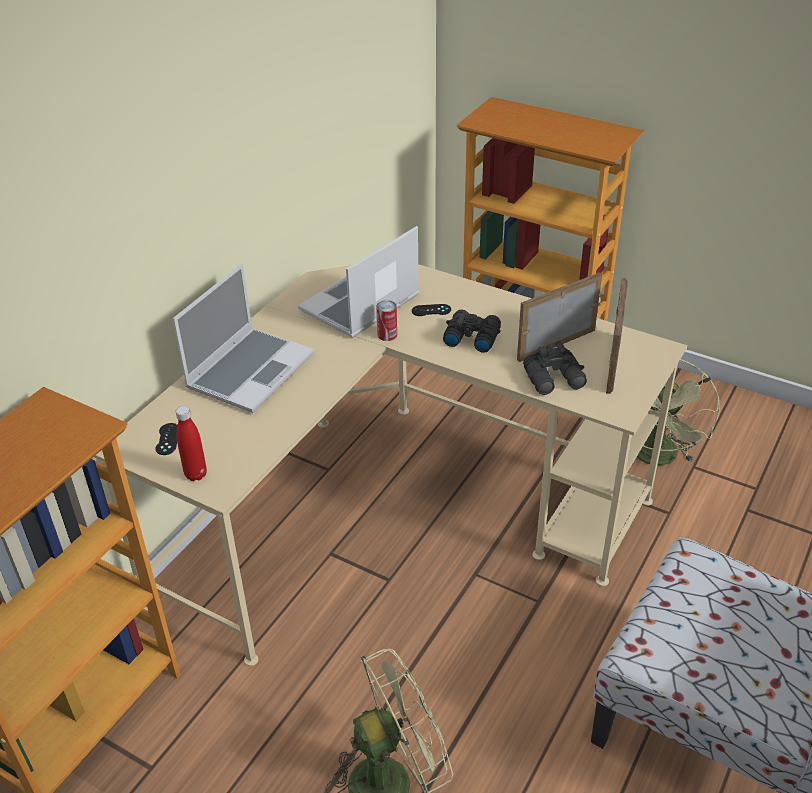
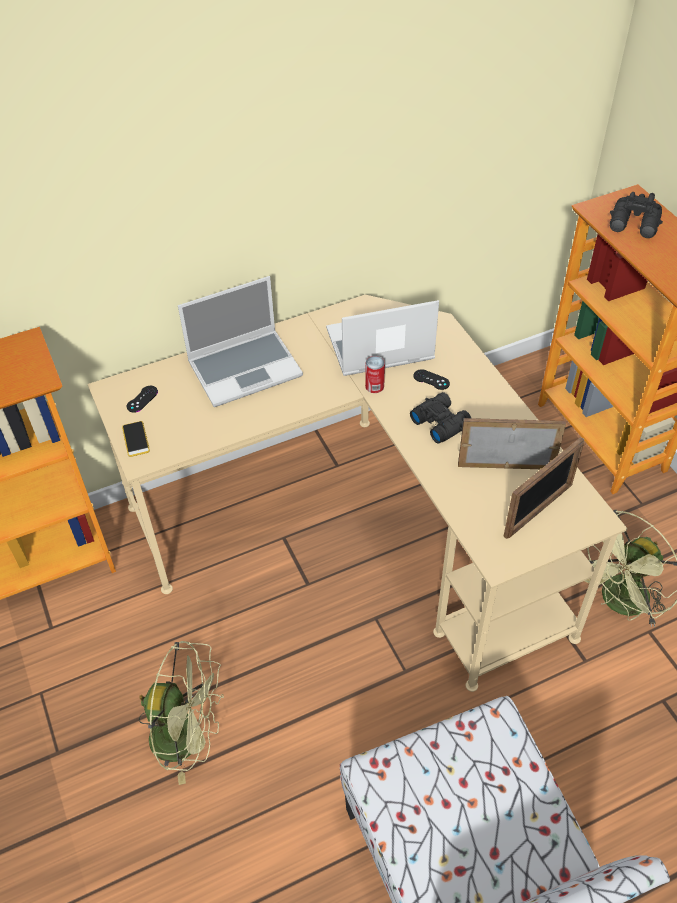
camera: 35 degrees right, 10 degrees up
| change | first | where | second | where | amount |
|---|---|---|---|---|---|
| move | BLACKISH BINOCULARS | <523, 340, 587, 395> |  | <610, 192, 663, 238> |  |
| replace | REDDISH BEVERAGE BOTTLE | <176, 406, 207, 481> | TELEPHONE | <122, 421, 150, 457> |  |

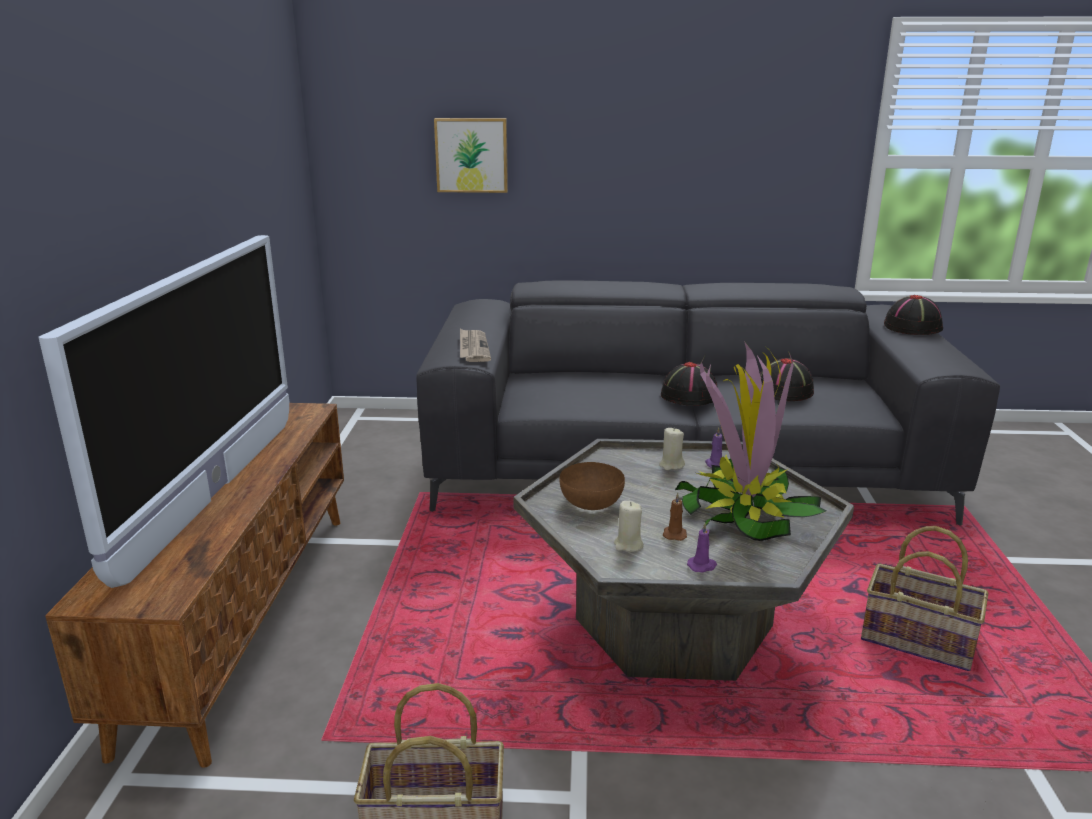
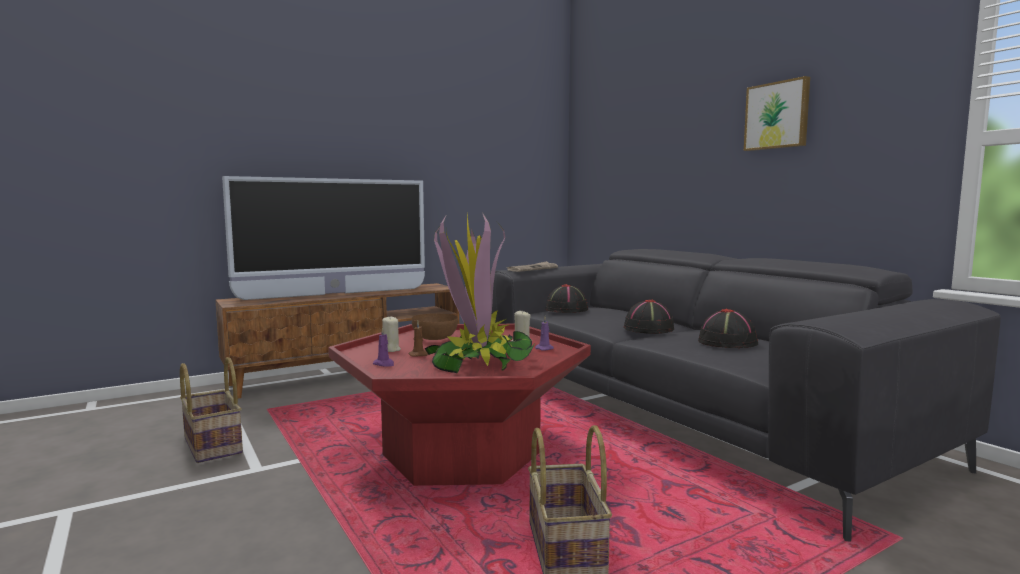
camera: 55 degrees right, 15 degrees down
| change | first | where | second | where | amount |
|---|---|---|---|---|---|
| move | PICTURE | <434, 118, 508, 193> |  | <744, 76, 810, 151> |  |
| move | BLACKISH CLOTHING HAT | <884, 295, 943, 335> |  | <545, 284, 588, 313> |  |
| recolor | GRAY LOW TABLE | <513, 439, 854, 681> | REDDISH LOW TABLE | <328, 324, 591, 486> |  |

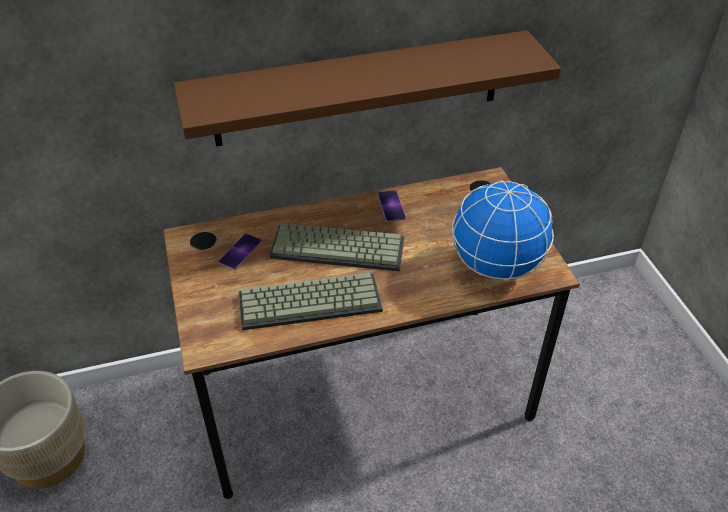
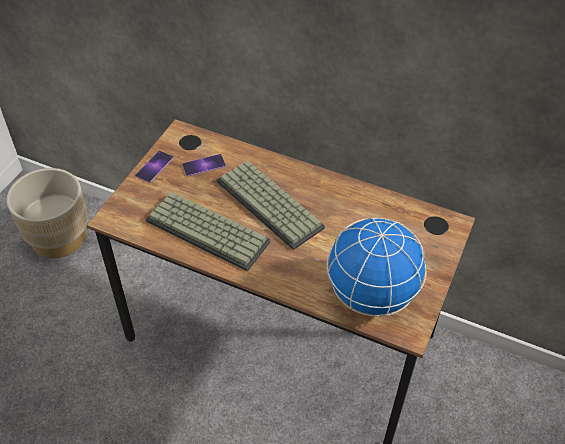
camera: 40 degrees right, 5 degrees up
| change | first | where | second | where | amount |
|---|---|---|---|---|---|
| delete | BROWN BRACKET SHELF | <174, 30, 561, 146> |  |  |  |
| move | TELEPHONE | <377, 190, 406, 222> |  | <135, 151, 173, 183> |  |

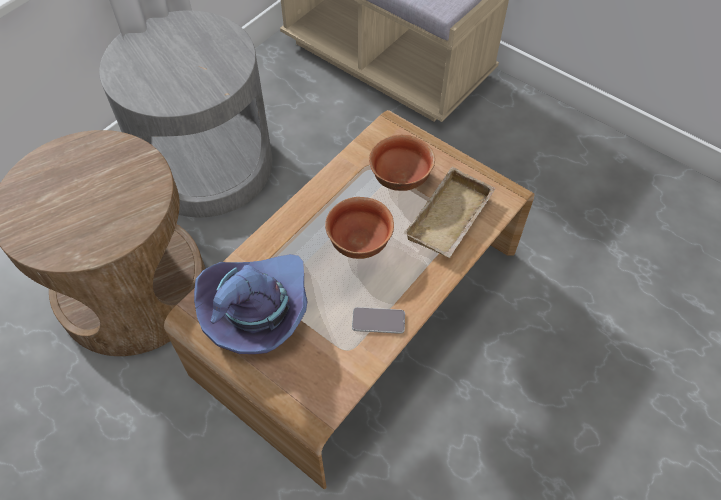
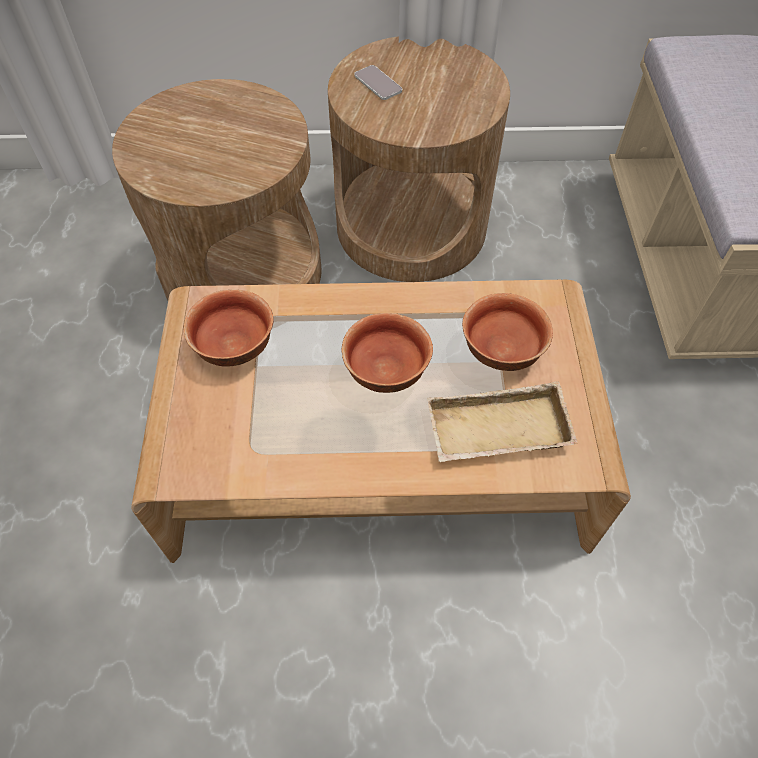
camera: 50 degrees right, 0 degrees up
| change | first | where | second | where | amount |
|---|---|---|---|---|---|
| move | TELEPHONE | <352, 307, 405, 334> |  | <354, 65, 402, 100> |  |
| replace | PURPLE CLOTHING HAT | <194, 254, 307, 354> | BOWL | <183, 289, 274, 367> |  |
| recolor | GRAY ACCENT TABLE | <99, 10, 273, 217> | BROWN ACCENT TABLE | <328, 36, 510, 282> |  |

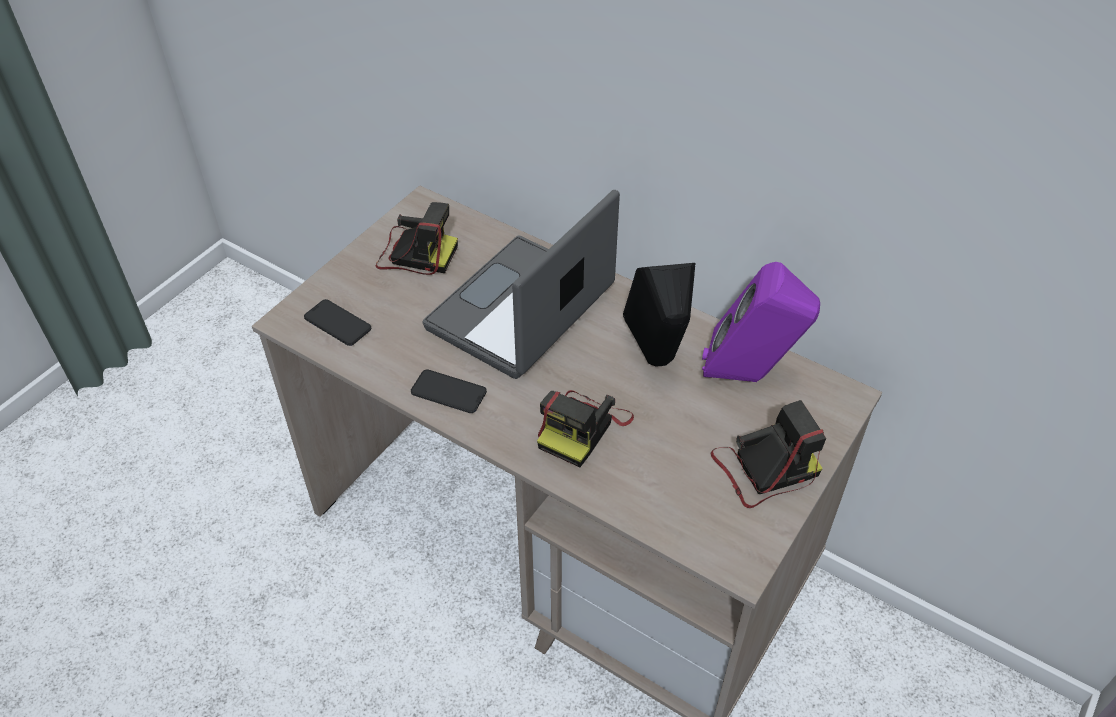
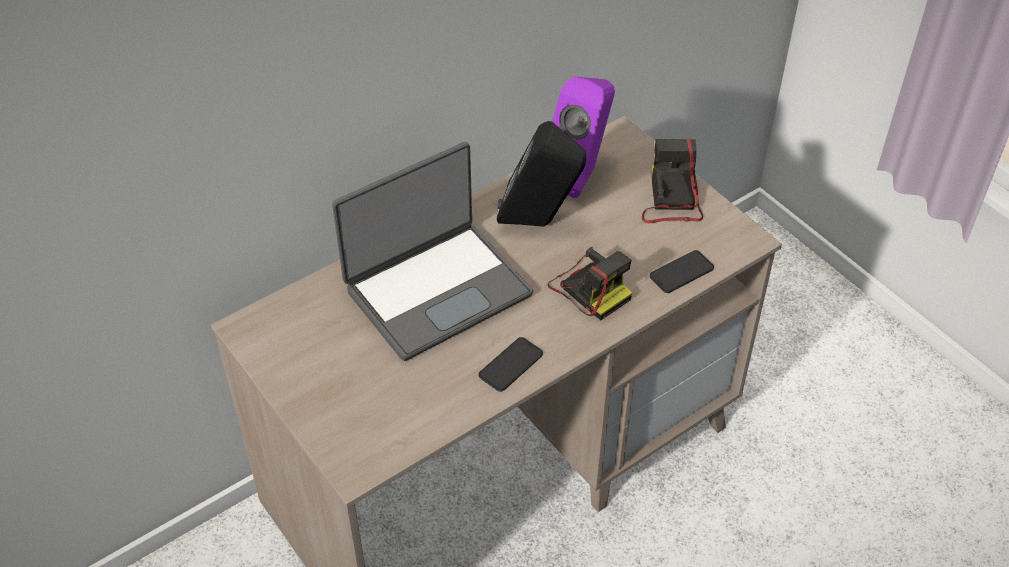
camera: 70 degrees left, 0 degrees up
| change | first | where | second | where | amount |
|---|---|---|---|---|---|
| delete | STILL CAMERA | <376, 202, 458, 275> |  |  |  |
| move | TELEPHONE | <304, 299, 371, 346> |  | <649, 250, 714, 293> |  |
| rotate | LAPTOP | <423, 190, 620, 379> |  | <332, 142, 533, 361> | 90 degrees counterclockwise |

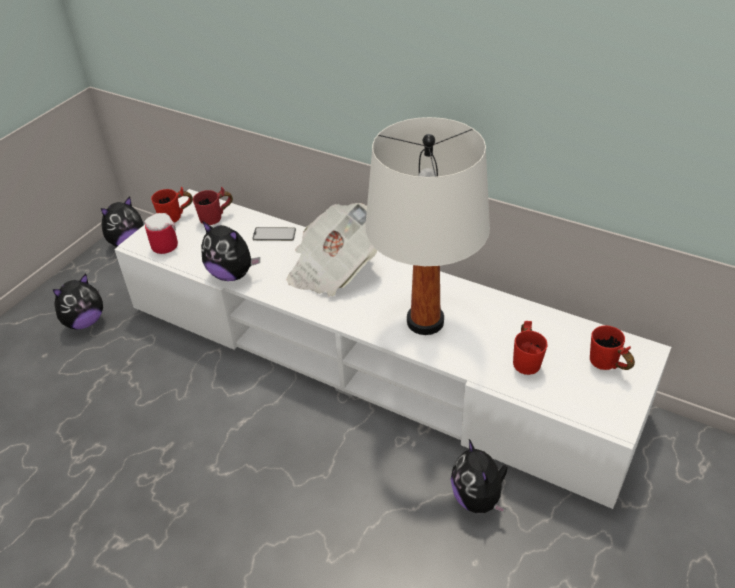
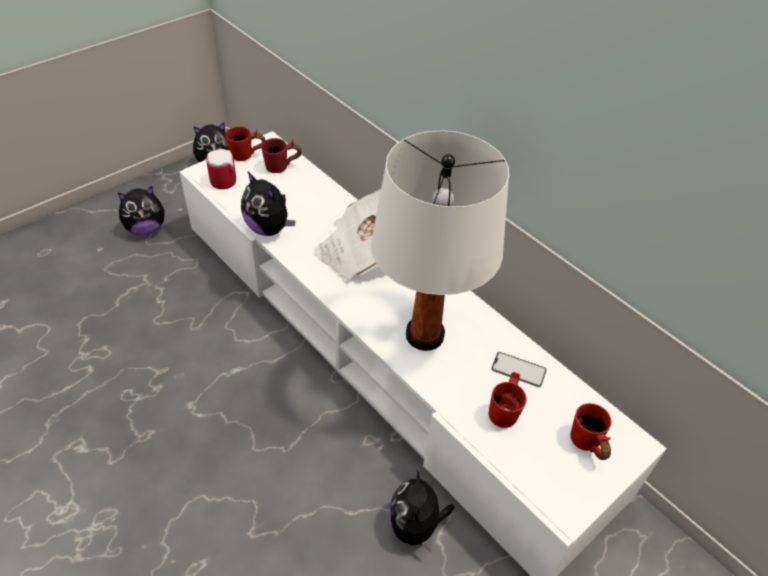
camera: 15 degrees right, 5 degrees up
| change | first | where | second | where | amount |
|---|---|---|---|---|---|
| move | TELEPHONE | <252, 227, 296, 241> |  | <491, 352, 547, 387> |  |

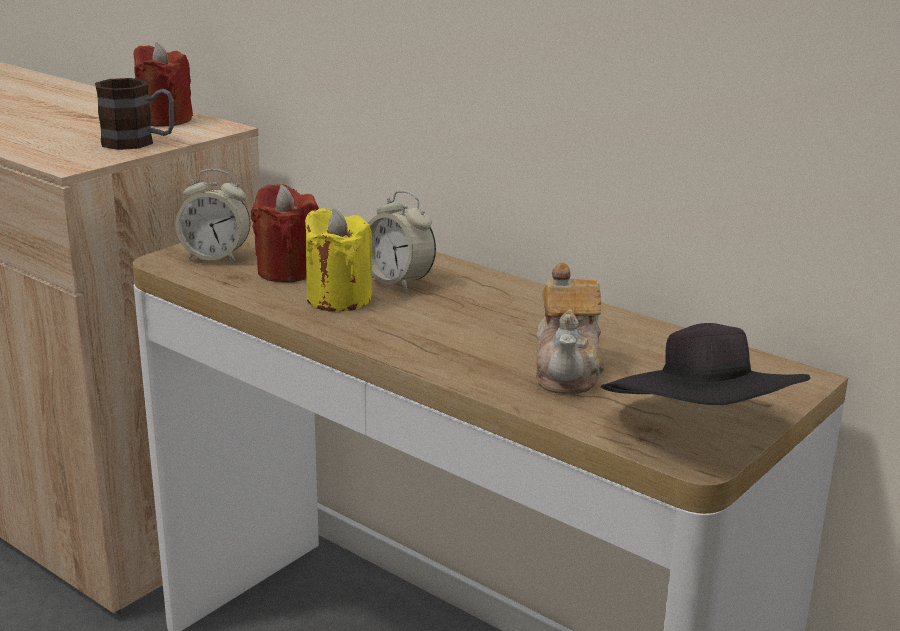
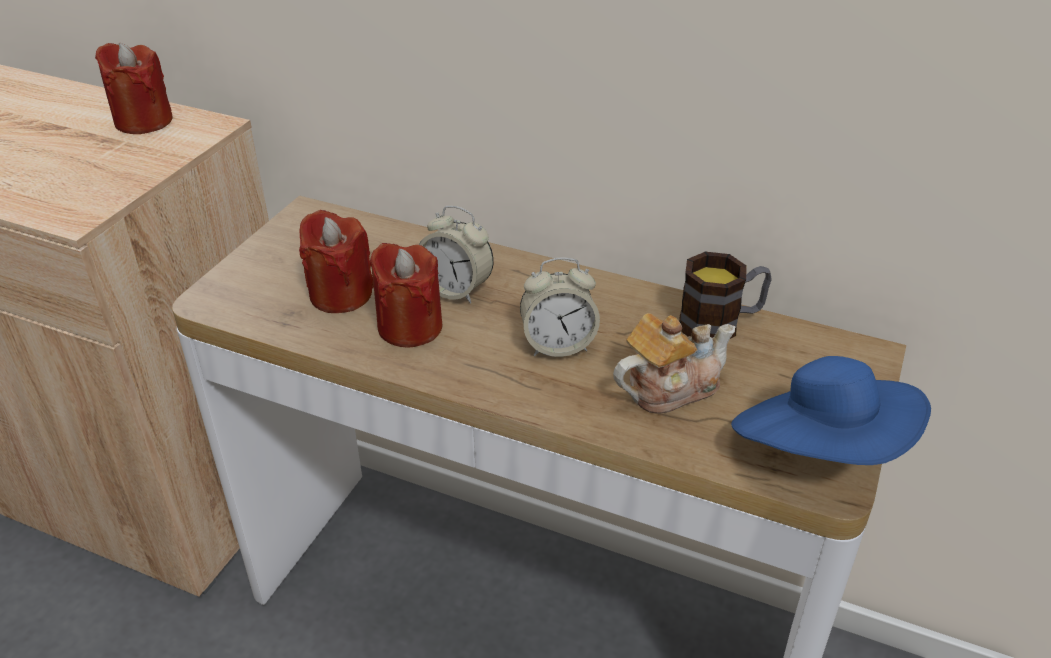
camera: 15 degrees left, 15 degrees up
| change | first | where | second | where | amount |
|---|---|---|---|---|---|
| move | COFFEE MUG | <95, 78, 174, 150> |  | <679, 252, 772, 339> |  |
| move | TABLE CLOCK | <175, 169, 251, 262> |  | <520, 257, 600, 357> |  |
| recolor | YELLOW-COLOURED WAX CANDLE | <305, 208, 373, 312> | REDDISH WAX CANDLE | <369, 243, 442, 348> |  |
| recolor | BLACKISH CLOTHING HAT | <601, 323, 810, 405> | BLUE-COLOURED CLOTHING HAT | <731, 356, 931, 465> |  |
| rotate | TEAPOT | <536, 263, 604, 394> |  | <613, 313, 736, 414> | 105 degrees counterclockwise |

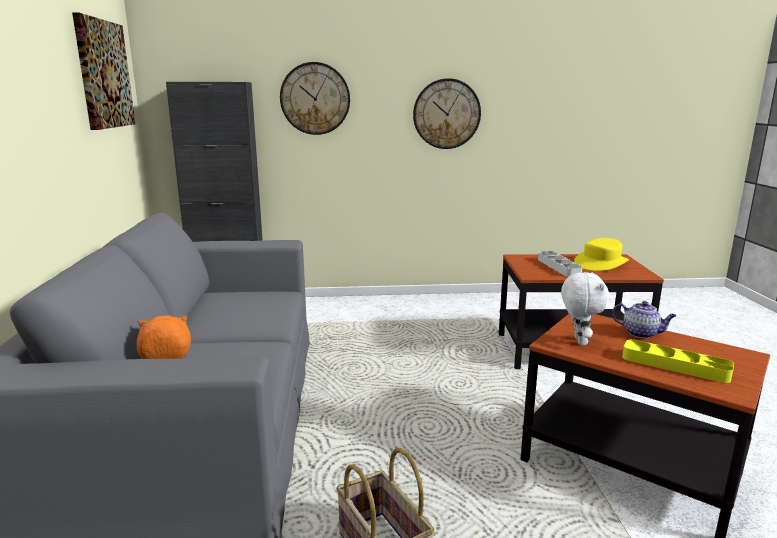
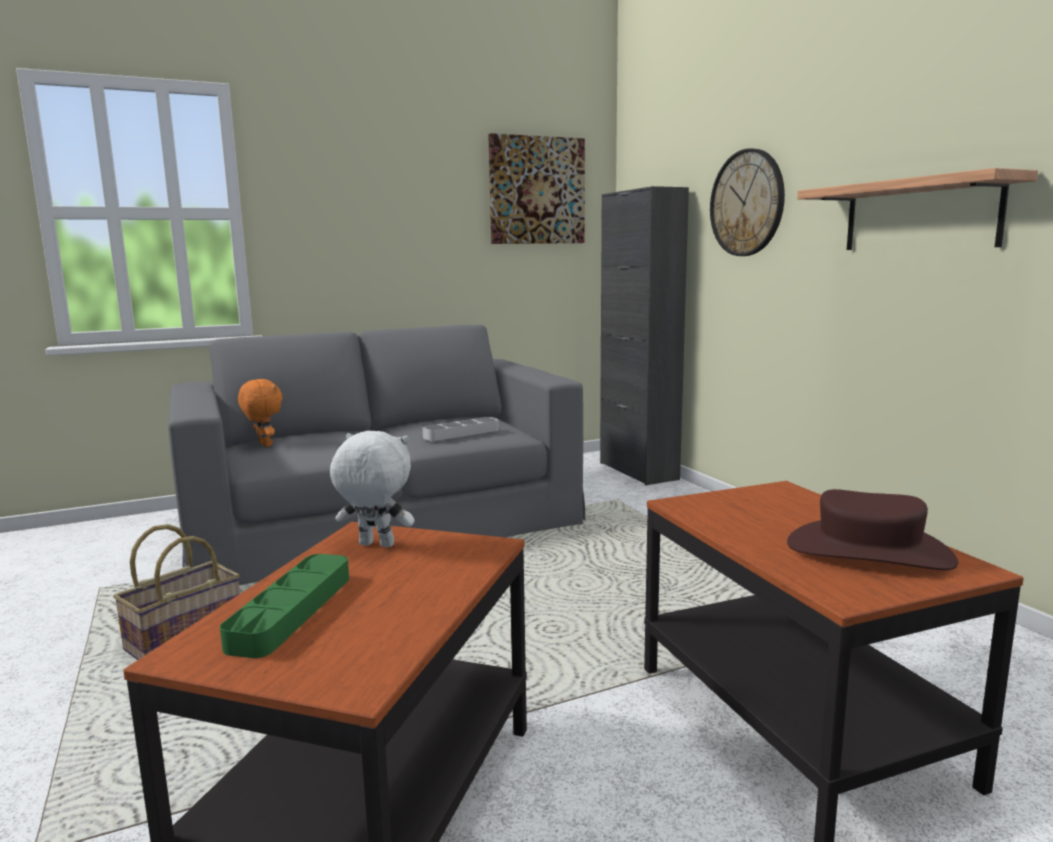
camera: 70 degrees right, 5 degrees down
| change | first | where | second | where | amount |
|---|---|---|---|---|---|
| delete | TEAPOT | <612, 301, 676, 338> |  |  |  |
| move | GRAY SERVING TRAY | <538, 251, 583, 277> |  | <423, 417, 499, 441> |  |
| replace | CLOCK ON THE WALL | <413, 78, 481, 149> | BRACKET SHELF | <797, 168, 1038, 250> |  |
| recolor | YELLOW-COLOURED CLOTHING HAT | <574, 238, 629, 271> | BROWN CLOTHING HAT | <787, 489, 958, 570> |  |
| recolor | YELLOW-COLOURED SERVING TRAY | <622, 339, 734, 383> | GREENISH SERVING TRAY | <220, 554, 349, 658> |  |
| rotate | WHITE-COLOURED SOFT TOY | <561, 272, 609, 346> |  | <330, 431, 415, 547> | 150 degrees counterclockwise |

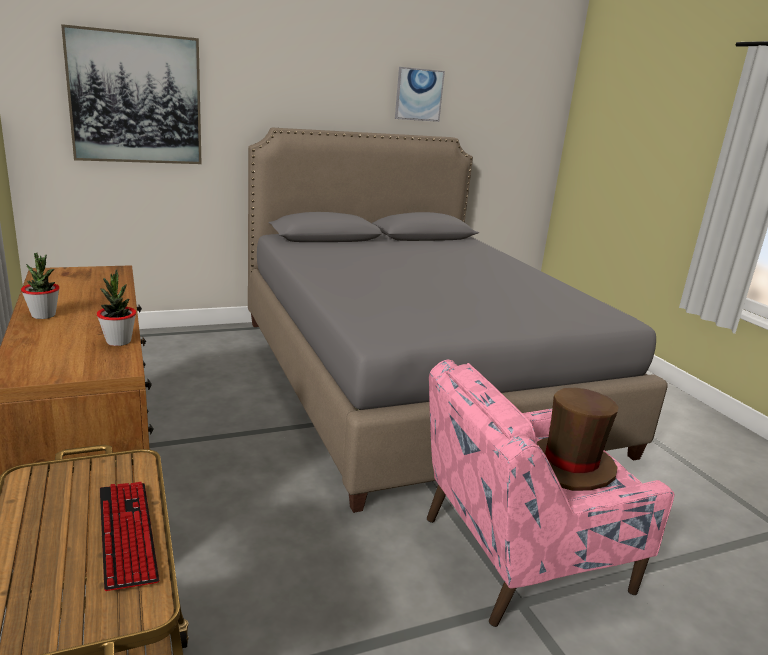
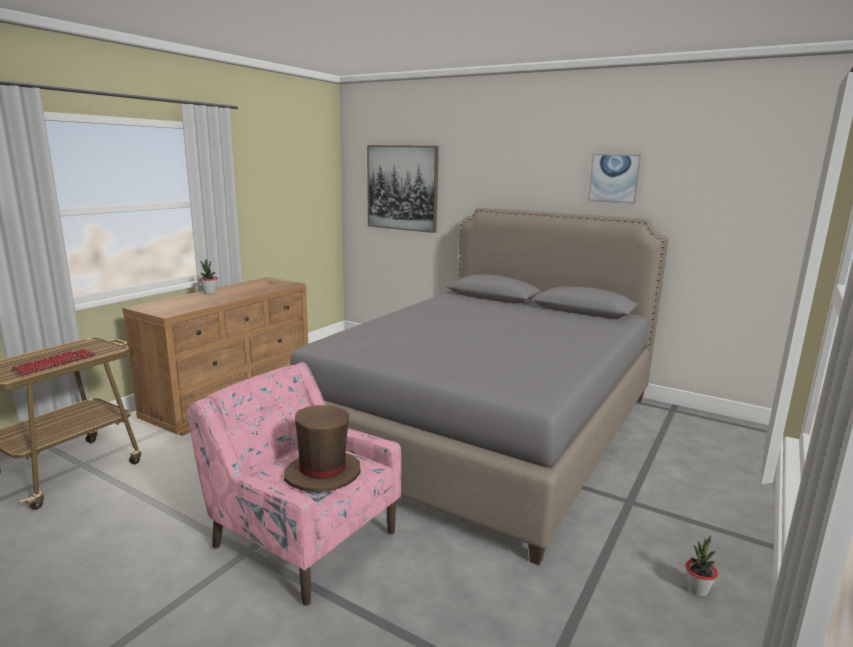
camera: 55 degrees right, 5 degrees down
| change | first | where | second | where | amount |
|---|---|---|---|---|---|
| move | HOUSEPLANT | <97, 270, 136, 346> |  | <686, 535, 718, 596> |  |

